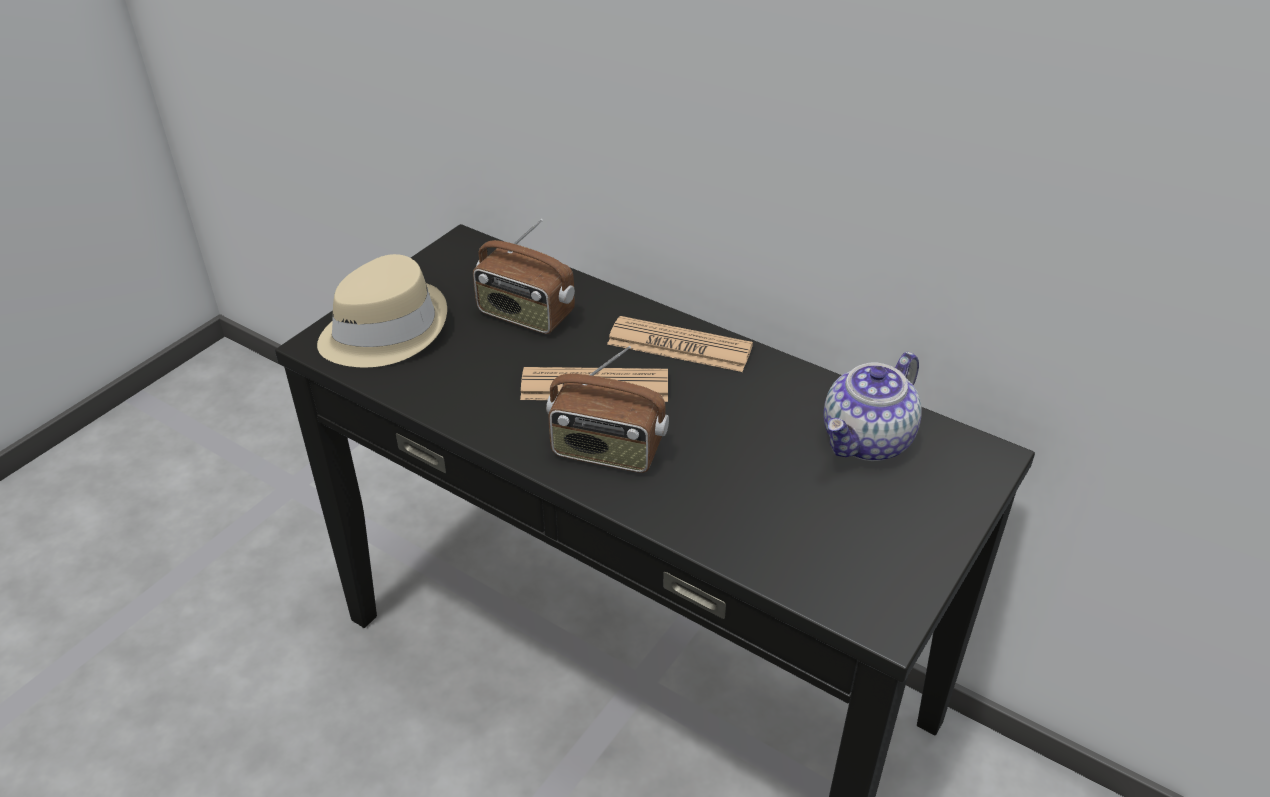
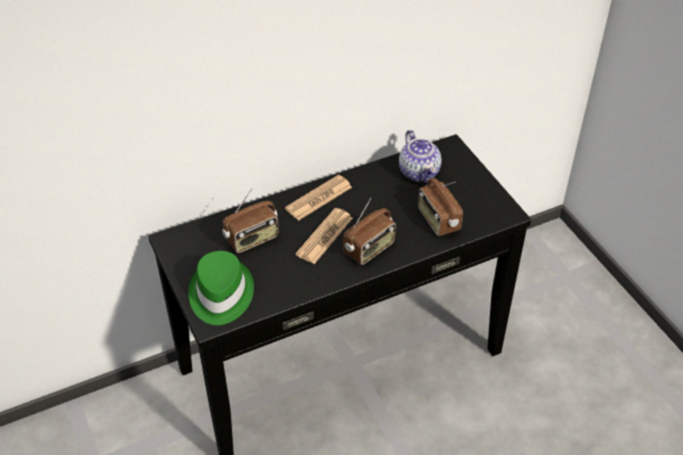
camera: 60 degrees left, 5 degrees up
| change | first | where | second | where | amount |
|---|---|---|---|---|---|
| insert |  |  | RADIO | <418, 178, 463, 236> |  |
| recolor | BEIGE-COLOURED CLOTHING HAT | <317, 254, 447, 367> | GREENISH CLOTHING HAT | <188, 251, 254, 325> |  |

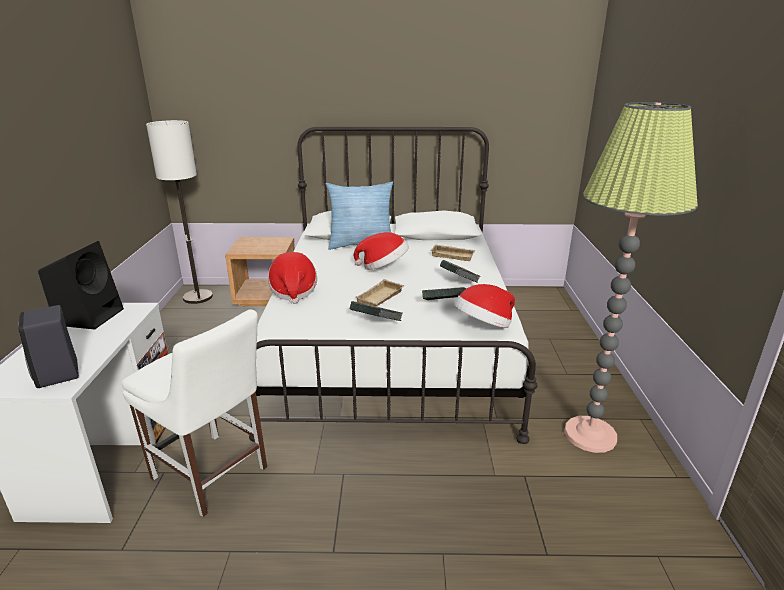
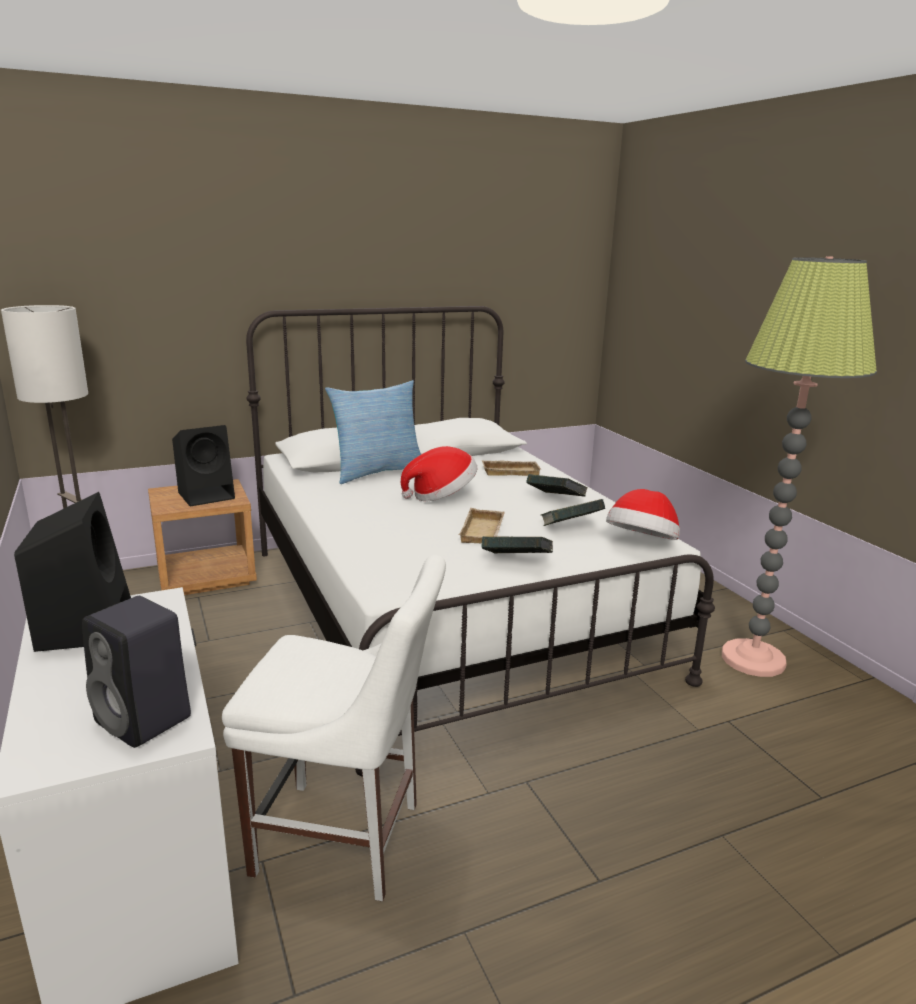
camera: 25 degrees left, 5 degrees down
| change | first | where | second | where | amount |
|---|---|---|---|---|---|
| delete | CLOTHING HAT | <268, 252, 317, 304> |  |  |  |
| insert |  |  | BLACKISH SPEAKER | <172, 425, 235, 506> |  |

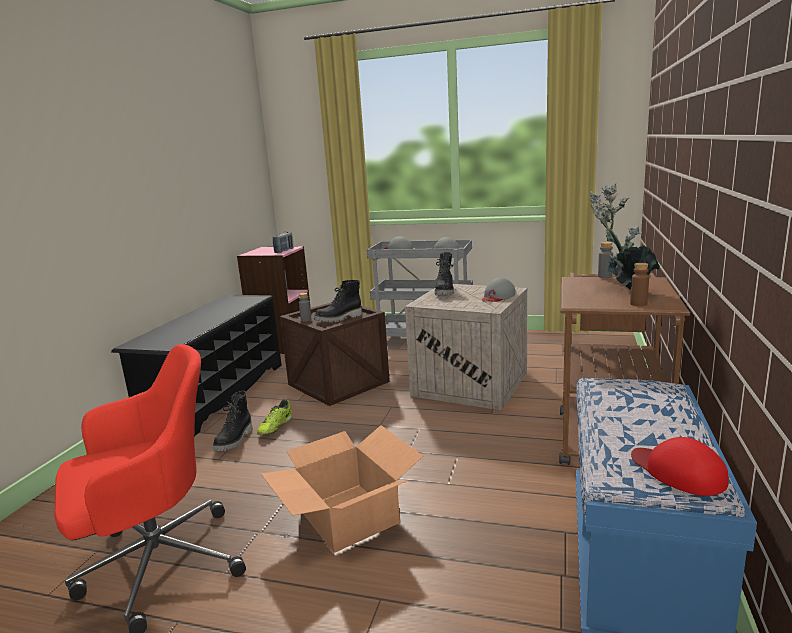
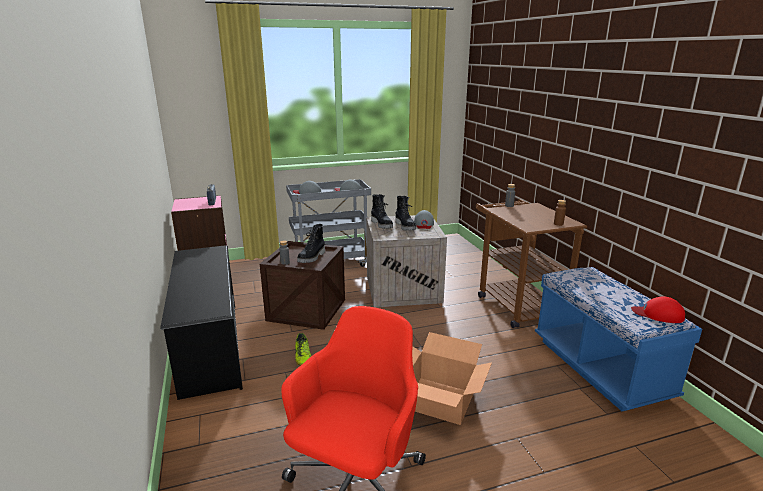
camera: 35 degrees left, 5 degrees up
| change | first | where | second | where | amount |
|---|---|---|---|---|---|
| delete | HOUSEPLANT | <589, 183, 660, 290> |  |  |  |
| move | BLACKISH TALL BOOT | <213, 391, 252, 452> |  | <395, 196, 416, 231> |  |

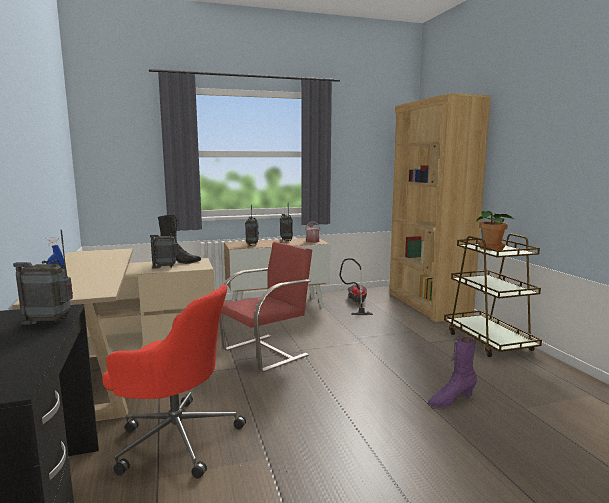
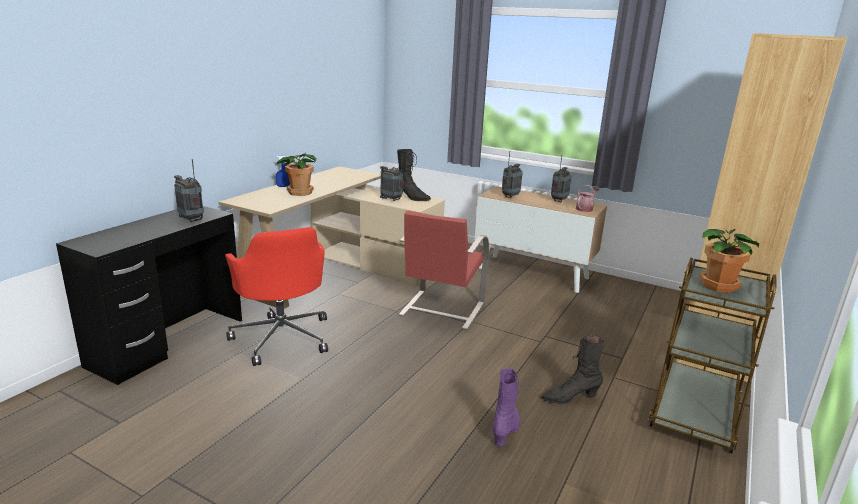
camera: 45 degrees right, 10 degrees up
| change | first | where | second | where | amount |
|---|---|---|---|---|---|
| delete | VACUUM | <339, 258, 373, 315> |  |  |  |
| insert |  |  | HOUSEPLANT | <276, 153, 317, 196> |  |
| insert |  |  | BLACKISH TALL BOOT | <541, 335, 604, 404> |  |
| rotate | REDDISH PLAIN CHAIR | <220, 241, 312, 372> |  | <399, 210, 489, 330> | 105 degrees clockwise |
| rotate | PURPLE TALL BOOT | <427, 337, 477, 407> |  | <492, 368, 520, 447> | 90 degrees clockwise |

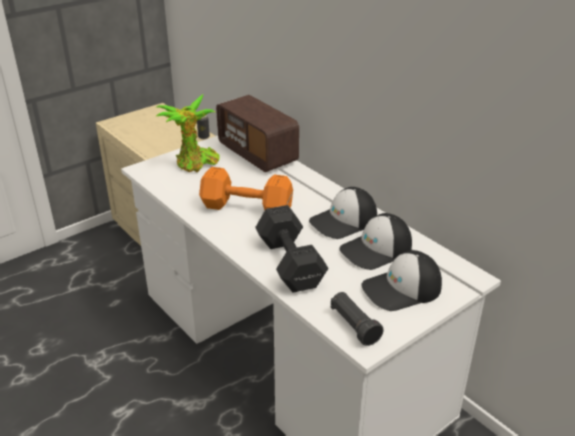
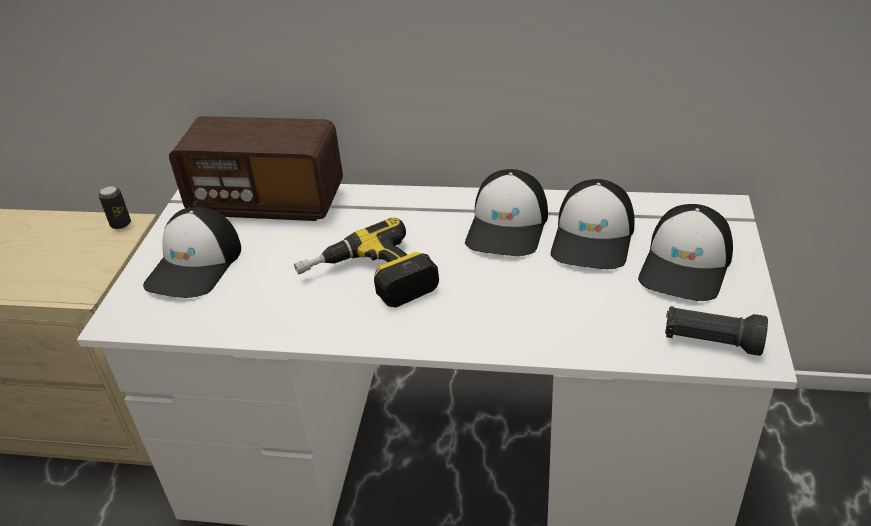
camera: 40 degrees left, 5 degrees up
| change | first | where | second | where | amount |
|---|---|---|---|---|---|
| delete | BLACKISH DUMBBELL | <255, 205, 328, 293> |  |  |  |
| replace | HOUSEPLANT | <156, 94, 220, 172> | BASEBALL CAP | <143, 207, 241, 298> |  |
| replace | ORANGE DUMBBELL | <199, 167, 293, 210> | ELECTRIC DRILL | <294, 218, 439, 308> |  |

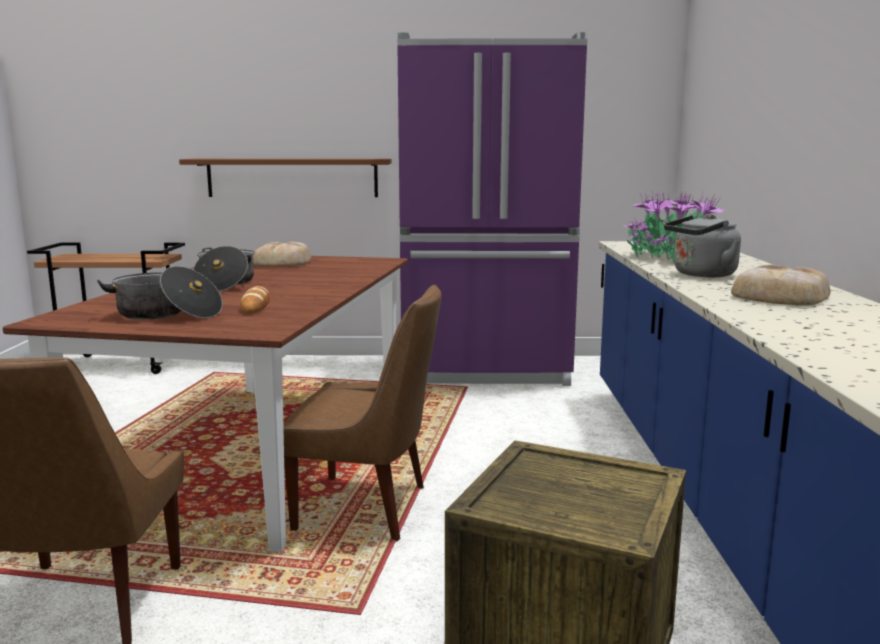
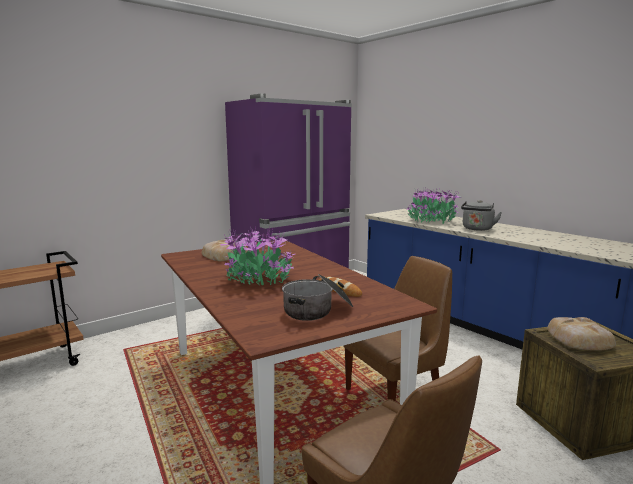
camera: 40 degrees left, 0 degrees up
| change | first | where | second | where | amount |
|---|---|---|---|---|---|
| delete | BROWN BRACKET SHELF | <179, 159, 392, 197> |  |  |  |
| move | BAKERY BREAD | <731, 265, 831, 306> |  | <547, 317, 616, 351> |  |
| replace | COOKING POT | <193, 246, 254, 292> | HOUSEPLANT | <221, 225, 295, 285> |  |

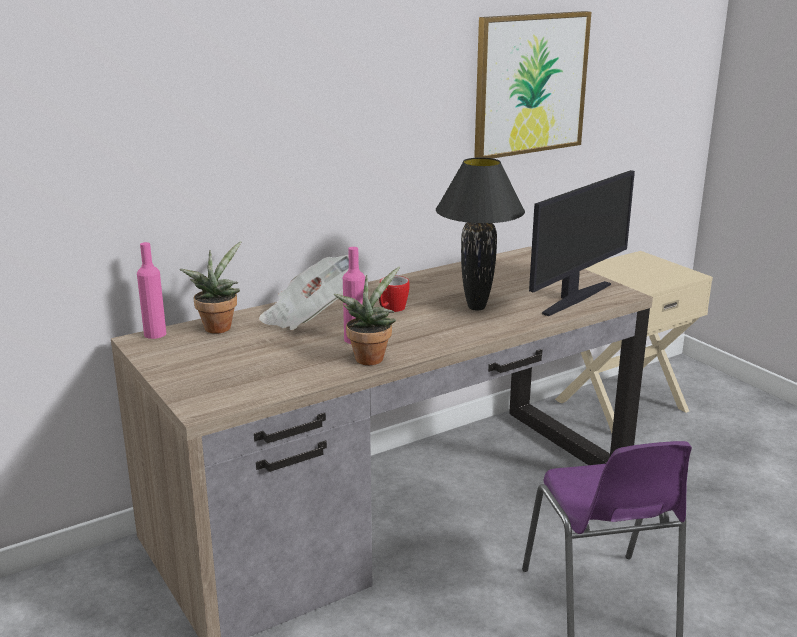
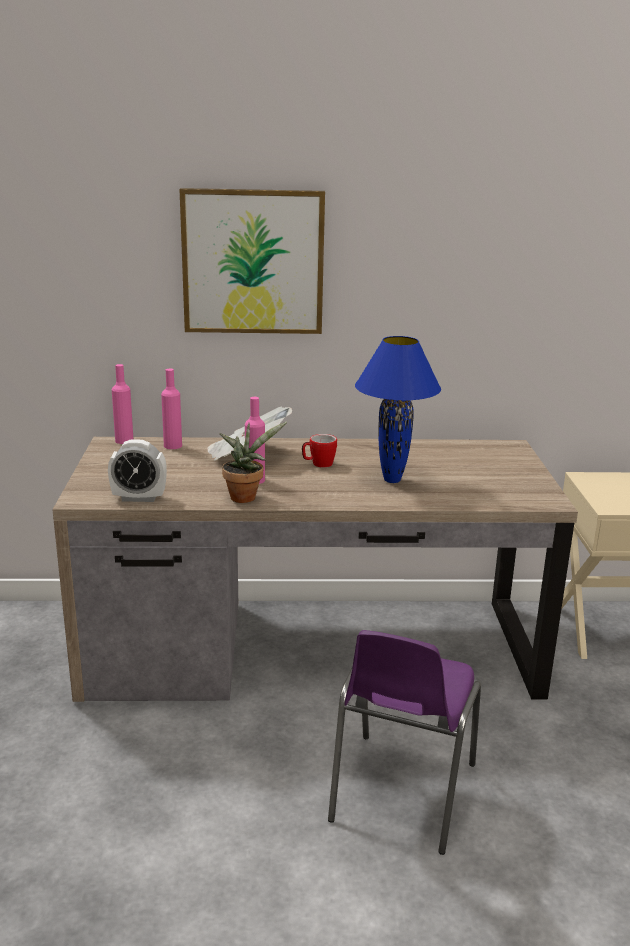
camera: 30 degrees right, 0 degrees up
| change | first | where | second | where | amount |
|---|---|---|---|---|---|
| delete | MONITOR | <529, 170, 635, 316> |  |  |  |
| insert |  |  | TABLE CLOCK | <108, 439, 167, 502> |  |
| move | PICTURE | <474, 11, 591, 158> |  | <179, 188, 325, 334> |  |
| replace | HOUSEPLANT | <180, 241, 241, 334> | PINK-COLOURED BEVERAGE BOTTLE | <161, 369, 182, 449> |  |
| recolor | BLACKISH TABLETOP LAMP | <436, 157, 525, 311> | BLUE-COLOURED TABLETOP LAMP | <355, 336, 441, 483> |  |

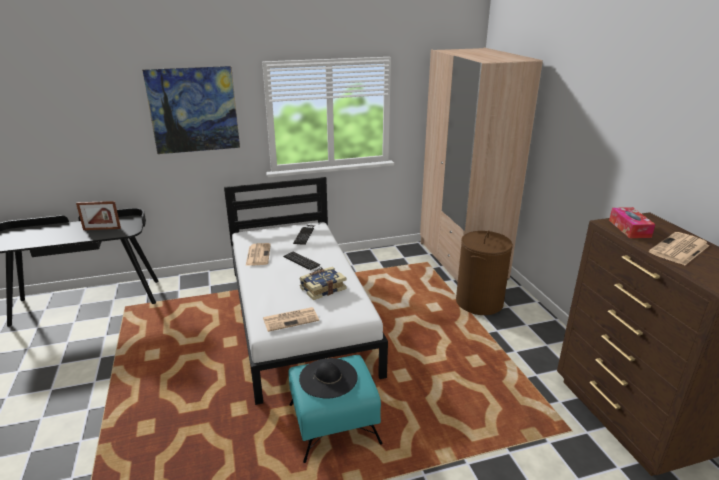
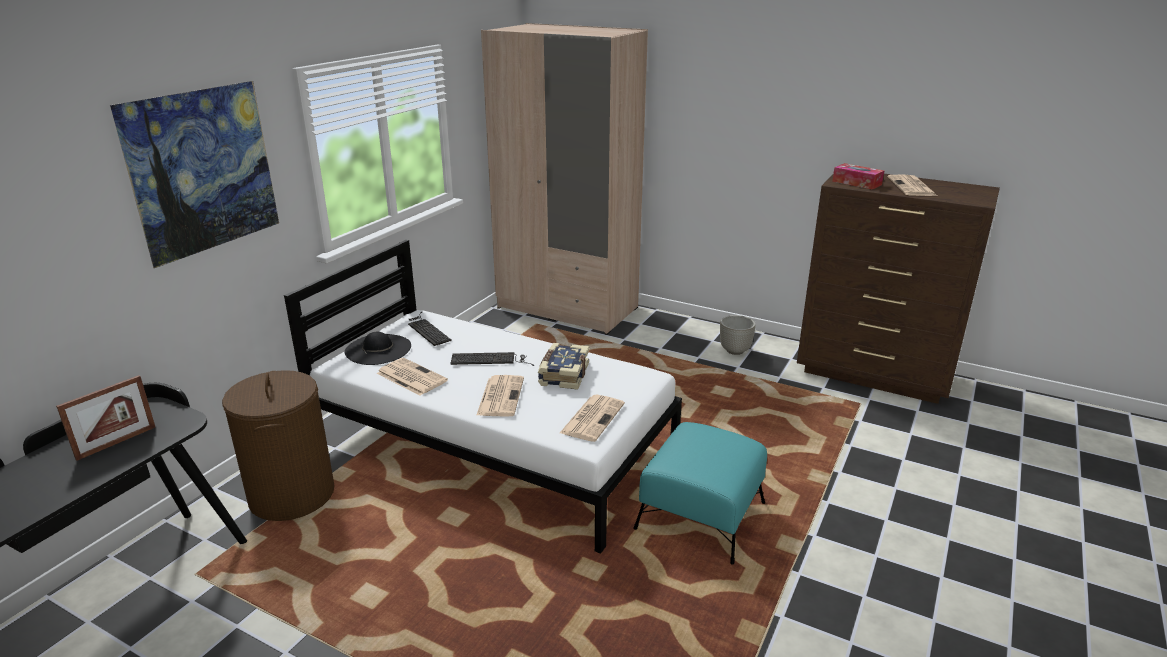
camera: 45 degrees left, 0 degrees up
| change | first | where | second | where | amount |
|---|---|---|---|---|---|
| insert |  |  | PRINTED PAPER | <477, 375, 524, 417> |  |
| insert |  |  | GRAY FLOWER POT | <720, 315, 756, 355> |  |
| move | BLACKISH CLOTHING HAT | <299, 358, 358, 399> |  | <344, 331, 411, 365> |  |
| move | BROWN WASHING BASKET | <456, 230, 513, 315> |  | <222, 370, 335, 521> |  |

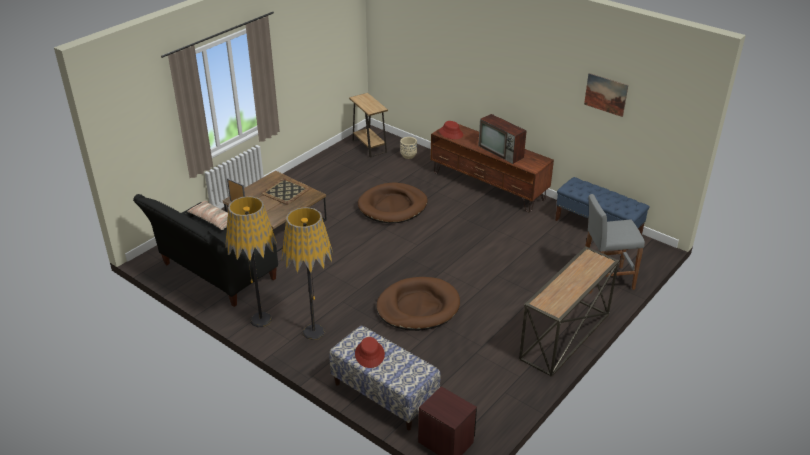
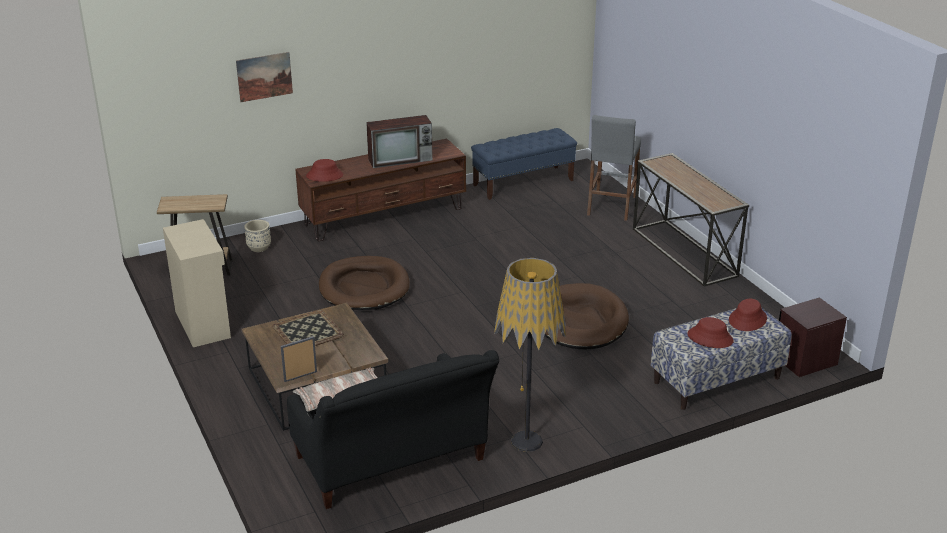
camera: 65 degrees left, 5 degrees down
| change | first | where | second | where | amount |
|---|---|---|---|---|---|
| delete | FLOOR LAMP | <281, 207, 333, 340> |  |  |  |
| insert |  |  | BEIGE-COLOURED STORAGE CABINET | <163, 219, 231, 347> |  |
| insert |  |  | REDDISH CLOTHING HAT | <729, 299, 767, 331> |  |
| move | PICTURE | <584, 73, 628, 117> |  | <236, 52, 293, 102> |  |

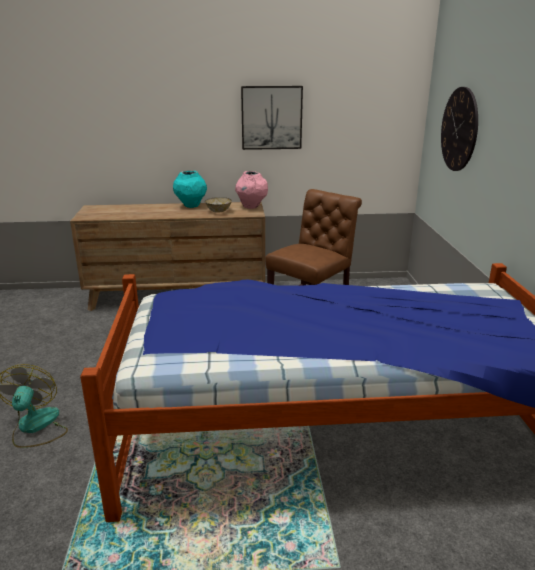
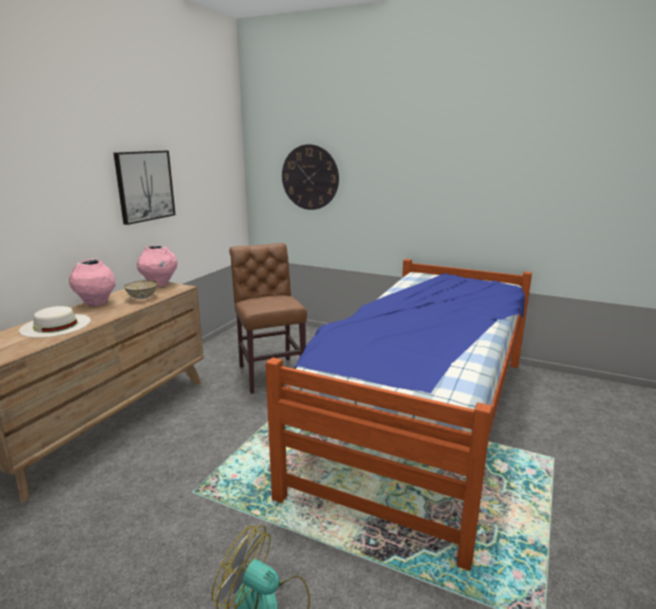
camera: 60 degrees left, 5 degrees down
| change | first | where | second | where | amount |
|---|---|---|---|---|---|
| insert |  |  | WHITE-COLOURED CLOTHING HAT | <19, 306, 91, 338> |  |
| recolor | TURQUOISE DECORATIVE VASE | <173, 171, 207, 208> | PINK-COLOURED DECORATIVE VASE | <69, 259, 116, 306> |  |

